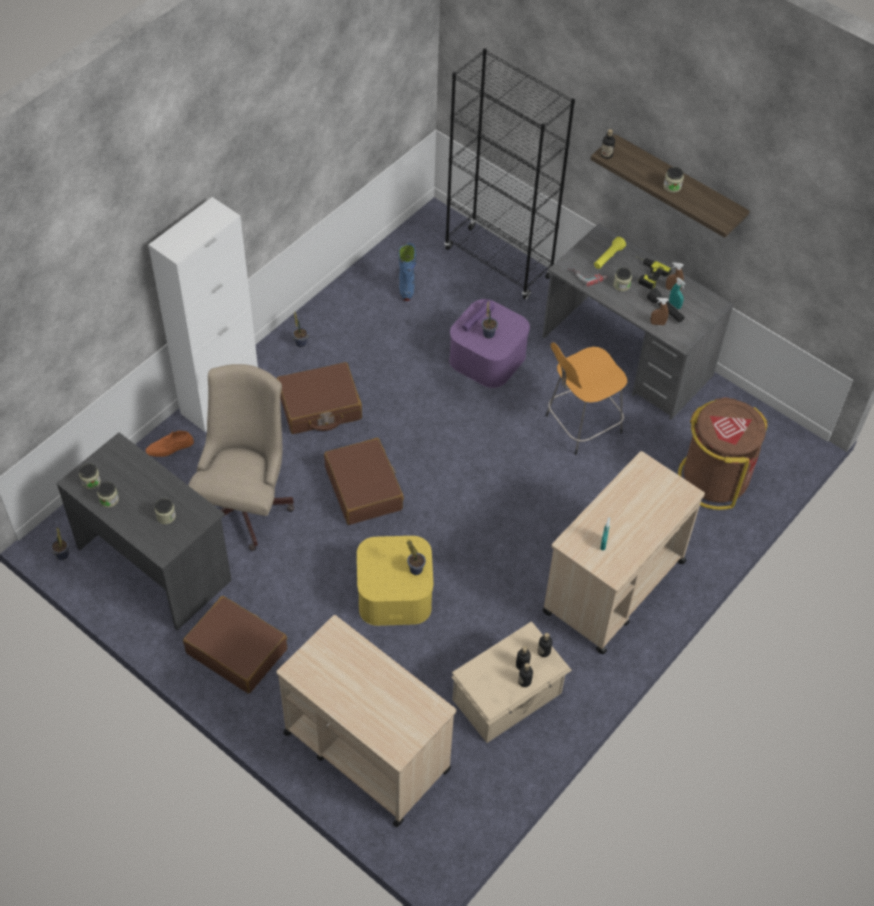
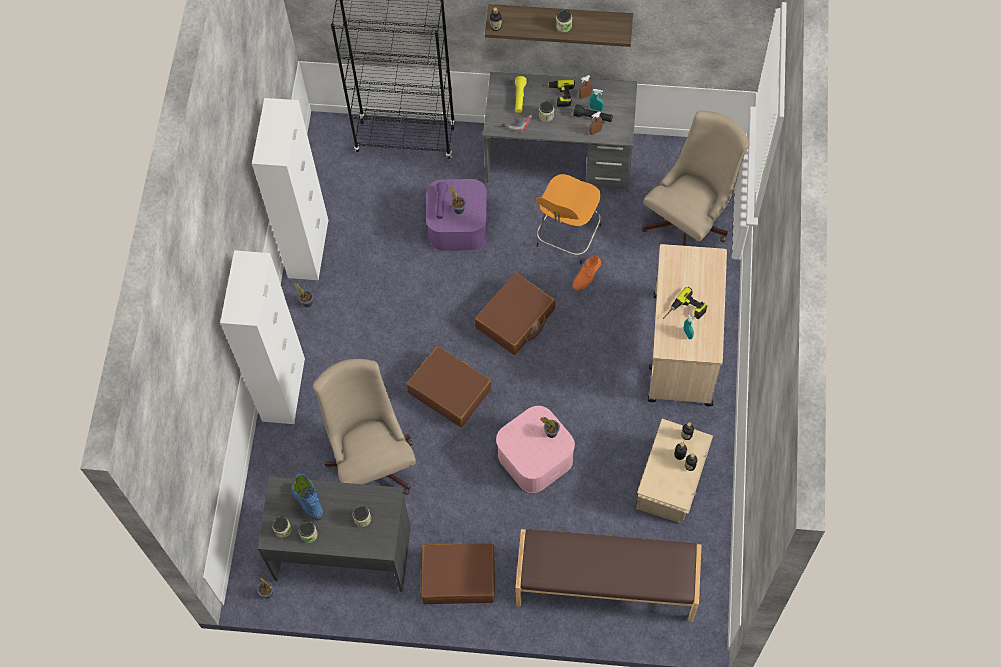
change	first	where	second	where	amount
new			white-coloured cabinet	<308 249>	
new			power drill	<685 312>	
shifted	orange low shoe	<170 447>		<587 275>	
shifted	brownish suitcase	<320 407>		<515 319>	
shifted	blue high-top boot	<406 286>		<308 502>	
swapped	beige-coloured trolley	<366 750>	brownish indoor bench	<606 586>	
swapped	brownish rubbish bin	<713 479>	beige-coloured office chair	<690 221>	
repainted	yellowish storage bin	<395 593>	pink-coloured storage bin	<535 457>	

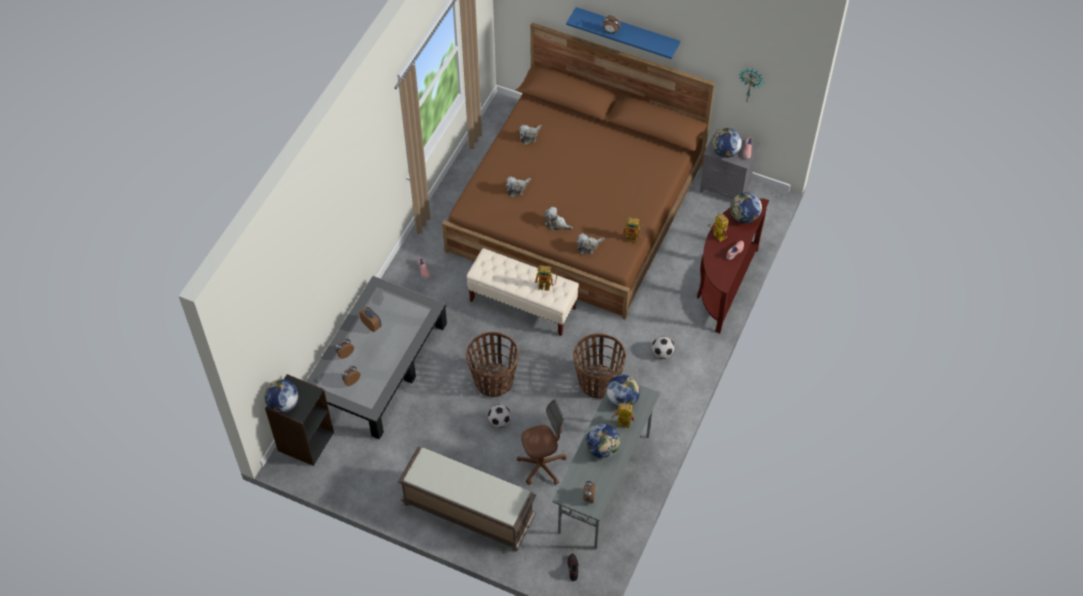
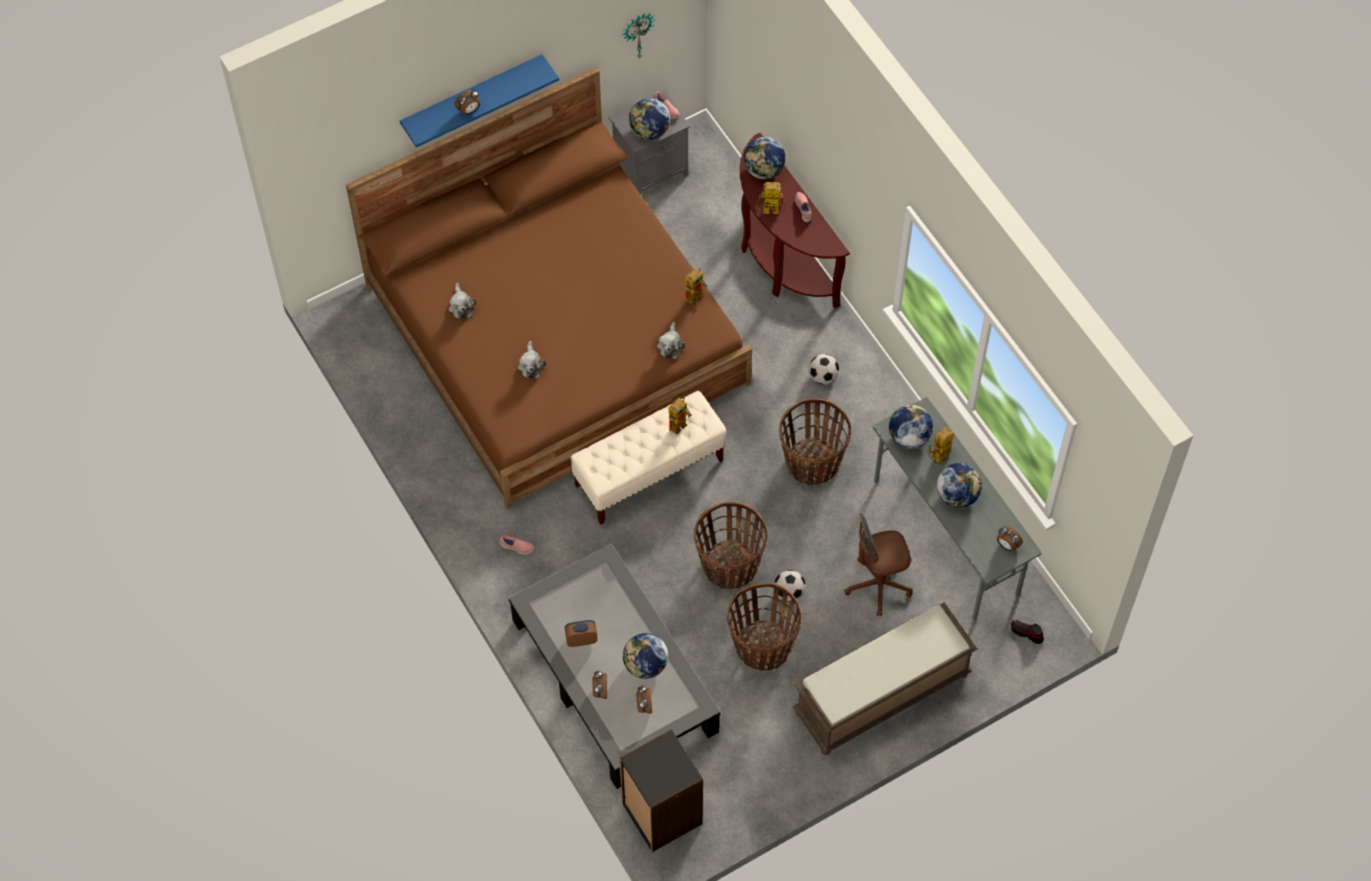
change	first	where	second	where	amount
gone	soft toy	<556 224>			
new			household basket	<762 647>	
shifted	desk globe	<283 404>		<645 665>	
rotated	brownish office chair	<541 466>		<878 585>	120 degrees counterclockwise

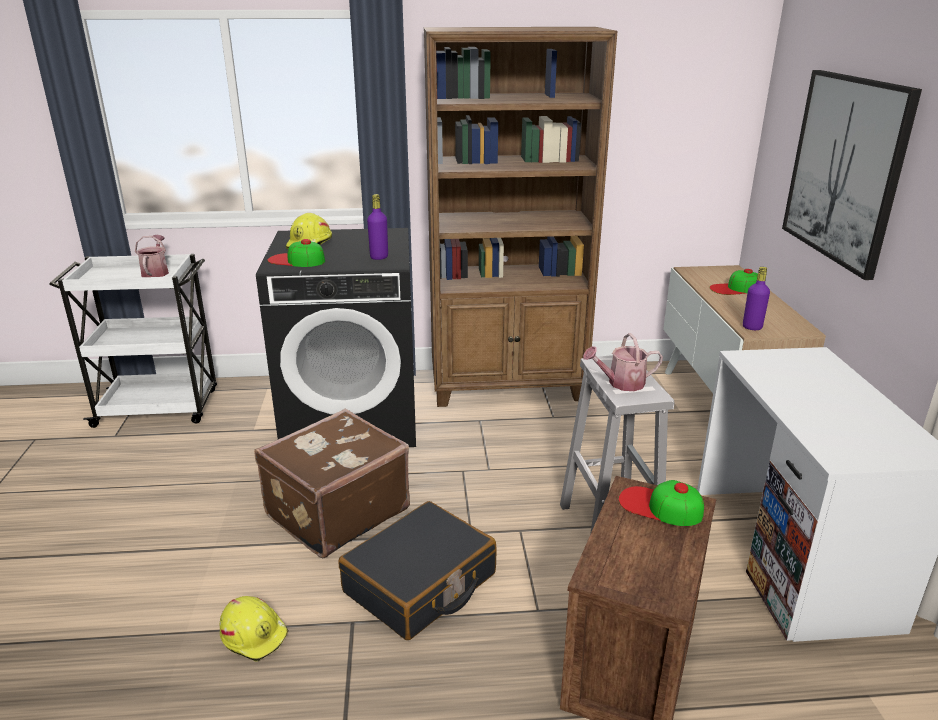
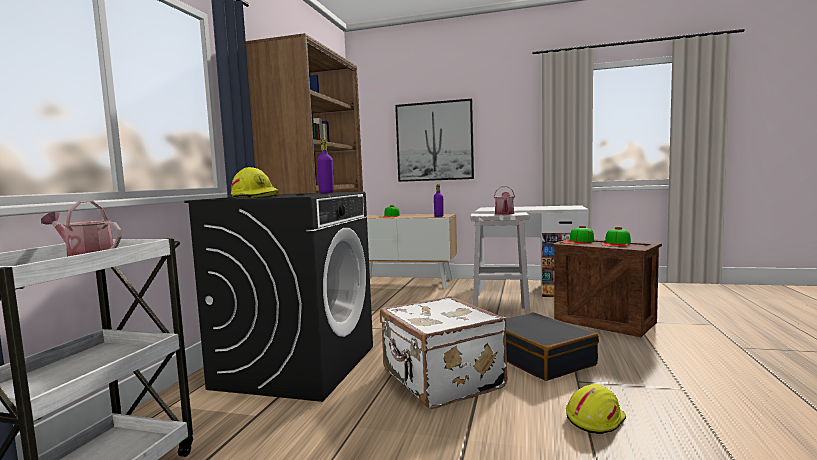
change	first	where	second	where	amount
shifted	cap	<296 260>		<616 243>	
repainted	brownish suitcase	<335 511>	white-coloured suitcase	<440 380>	

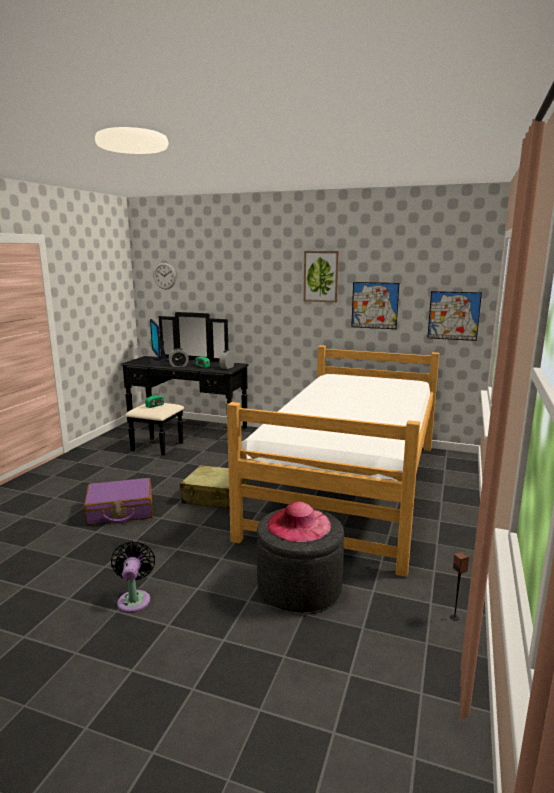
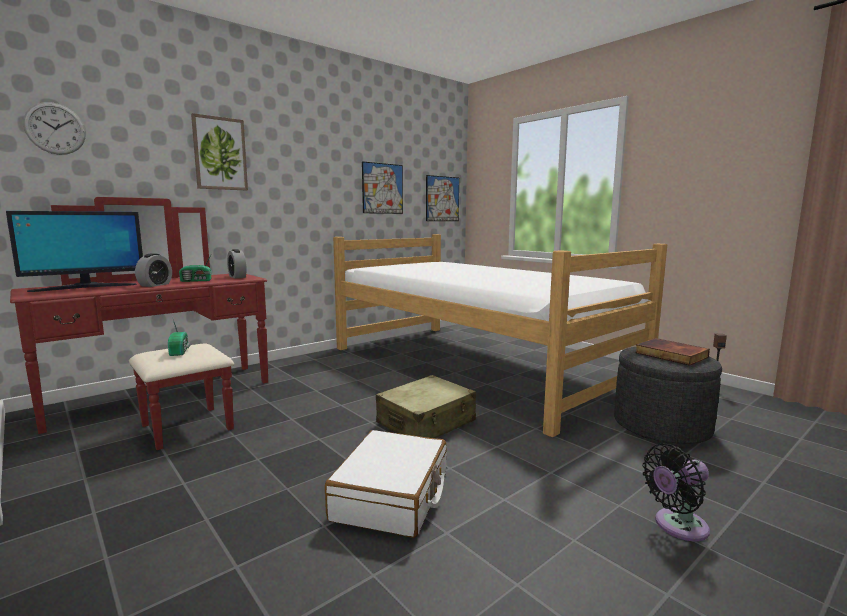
change	first	where	second	where	amount
shifted	wall art	<321 276>		<220 154>	
swapped	pink-coloured clothing hat	<298 524>	volume	<670 355>	
repainted	purple suitcase	<120 511>	white-coloured suitcase	<392 497>	
repainted	black-coloured chest of drawers	<181 431>	reddish chest of drawers	<167 401>	
rotated	black-coloured fan	<134 599>		<677 526>	45 degrees counterclockwise
rotated	computer display	<159 361>		<85 287>	45 degrees counterclockwise

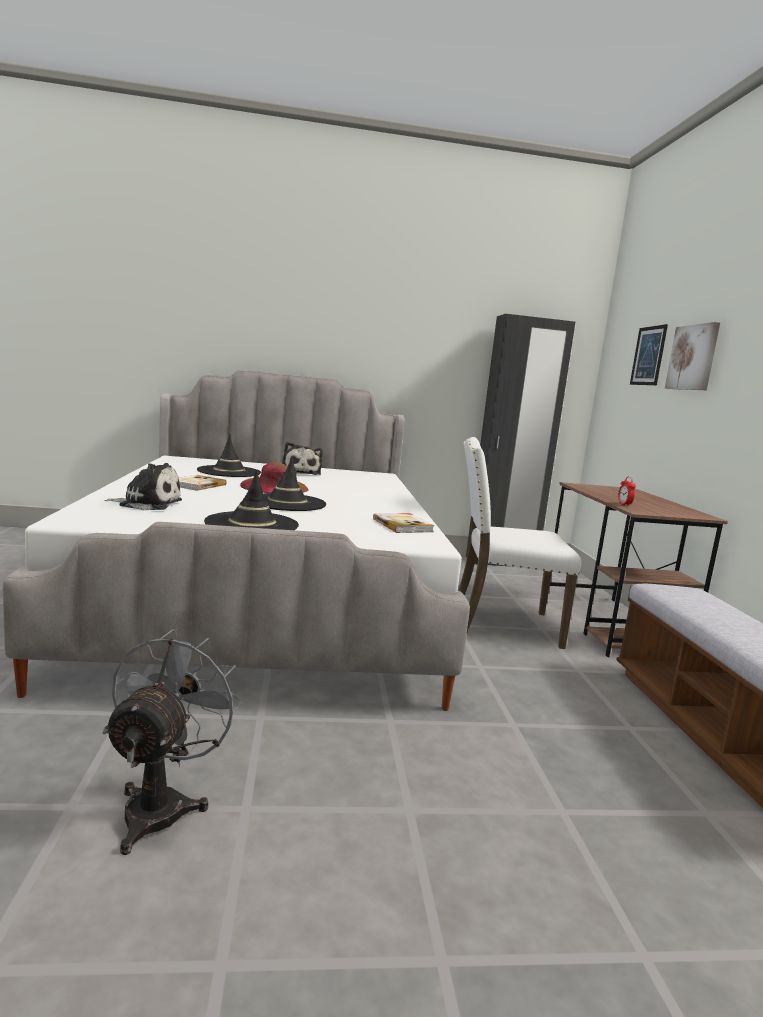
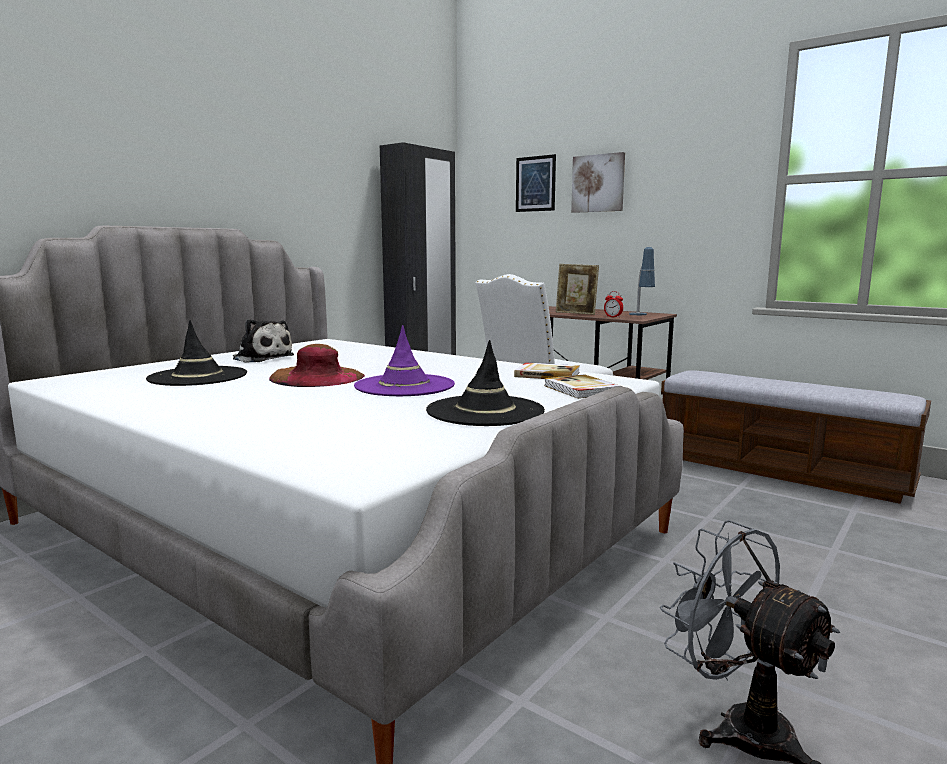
change	first	where	second	where	amount
gone	soft toy	<147 504>			
new			standing frame	<576 313>	
new			lamp for a table	<641 316>	
shifted	volume	<196 485>		<581 389>	
repainted	black-coloured clothing hat	<287 503>	purple clothing hat	<404 386>	

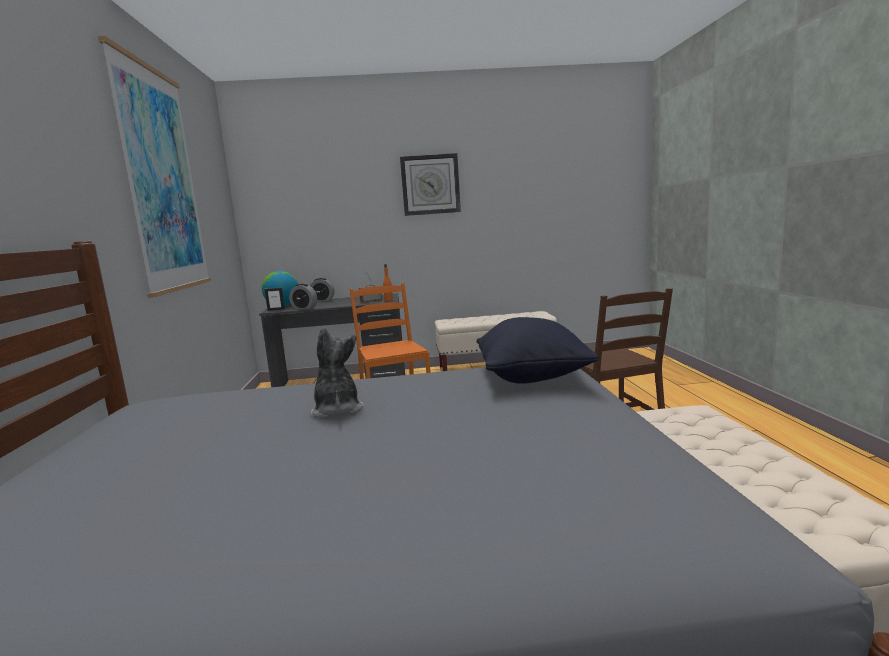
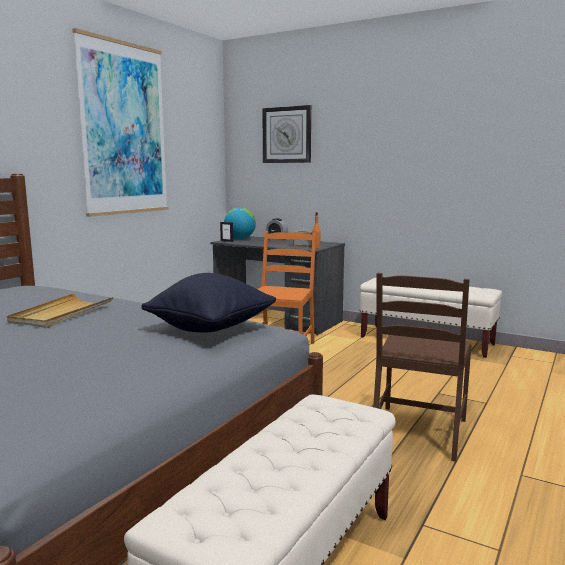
change	first	where	second	where	amount
gone	alarm clock	<304 308>			
shifted	wall clock	<430 185>		<287 135>	
swapped	soft toy	<337 409>	beige-coloured tray	<62 314>	

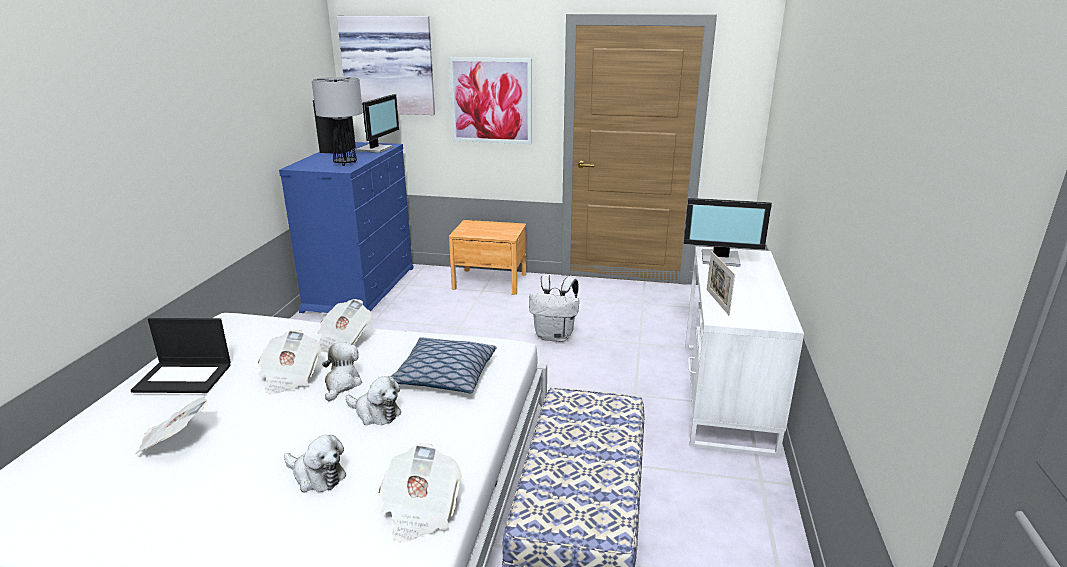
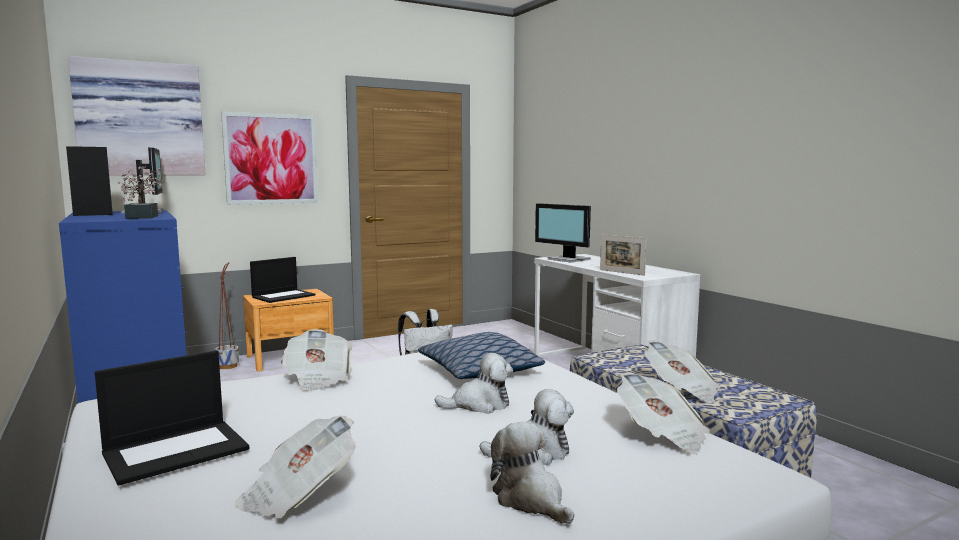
change	first	where	second	where	amount
new			plant pot	<228 366>	
new			notebook computer	<284 296>	
shifted	daily paper	<290 377>		<682 390>	
shifted	soft toy	<342 384>		<530 499>	
swapped	lamp for a table	<345 163>	houseplant	<143 217>	
rotated	computer display	<721 259>		<568 259>	75 degrees clockwise

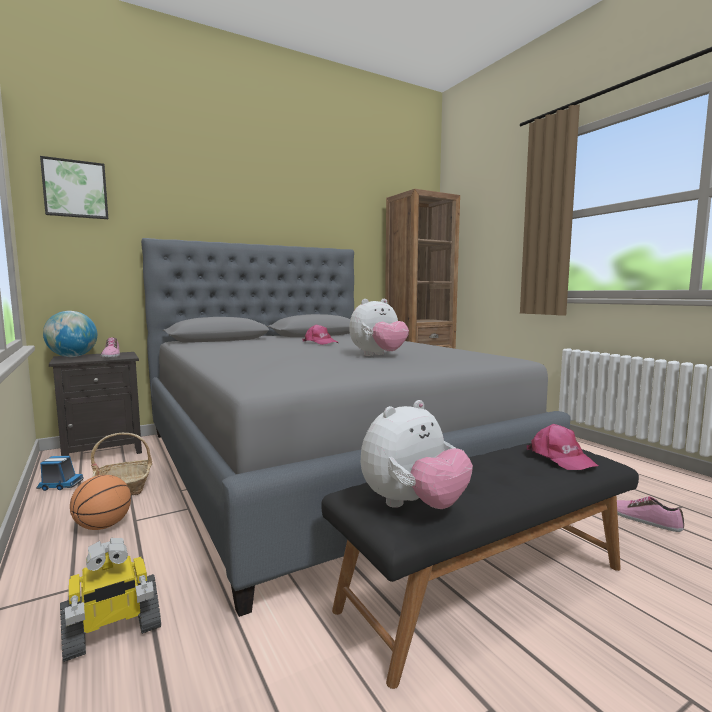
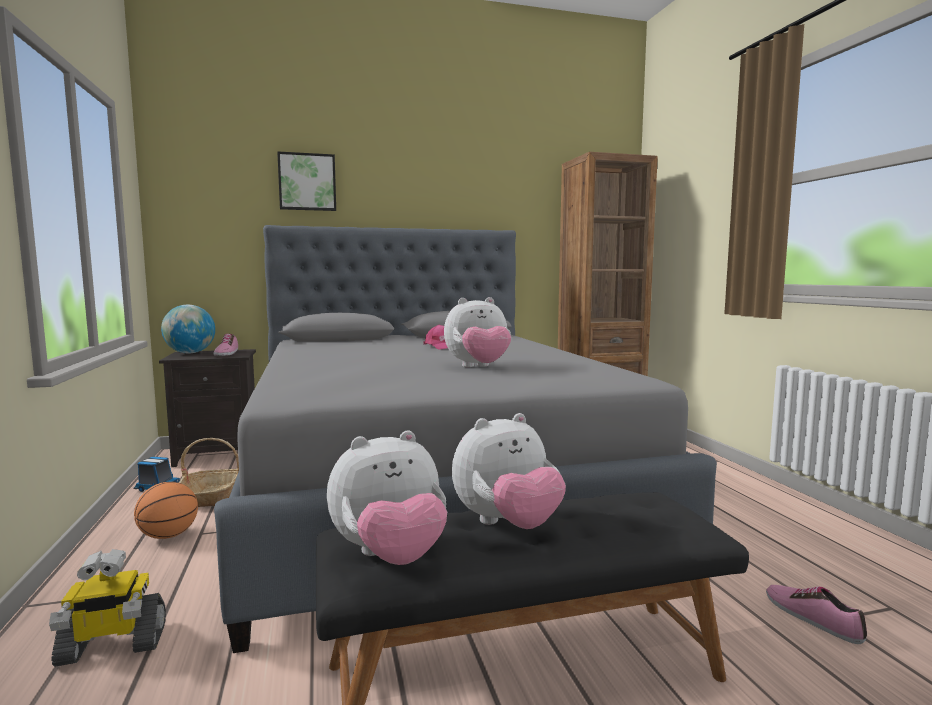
change	first	where	second	where	amount
gone	pink-coloured cap	<560 458>			
new			soft toy	<507 524>	
shifted	wall art	<75 189>		<307 182>	

